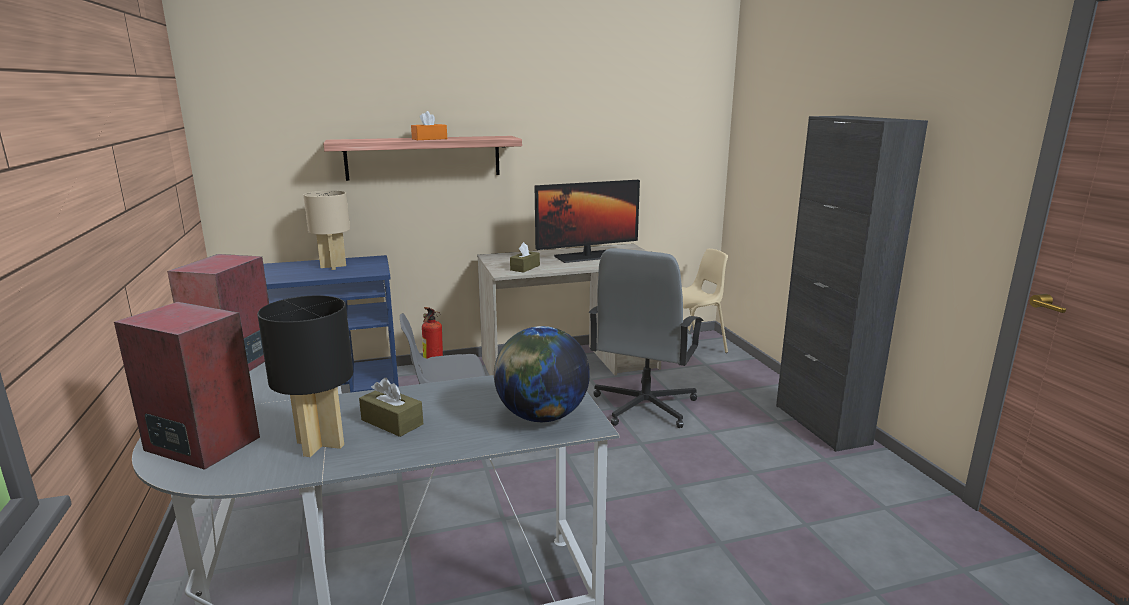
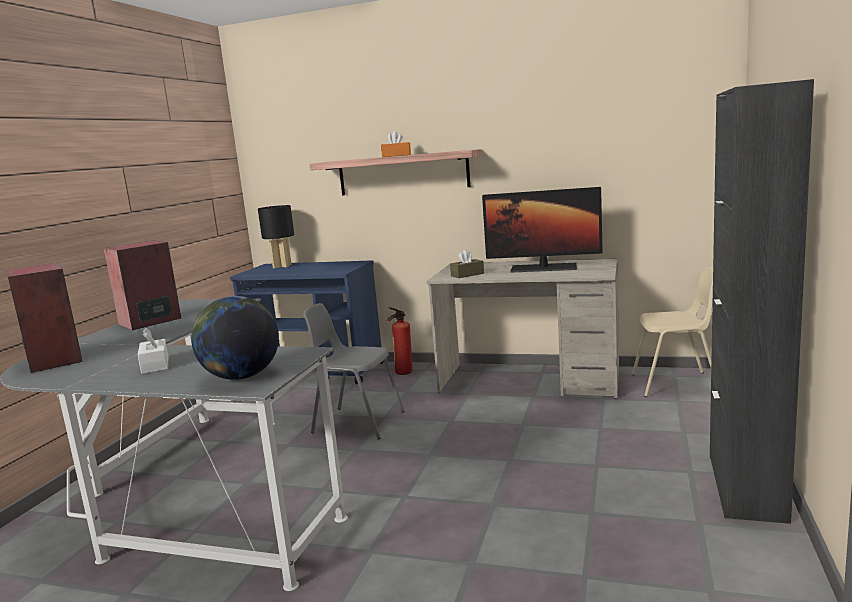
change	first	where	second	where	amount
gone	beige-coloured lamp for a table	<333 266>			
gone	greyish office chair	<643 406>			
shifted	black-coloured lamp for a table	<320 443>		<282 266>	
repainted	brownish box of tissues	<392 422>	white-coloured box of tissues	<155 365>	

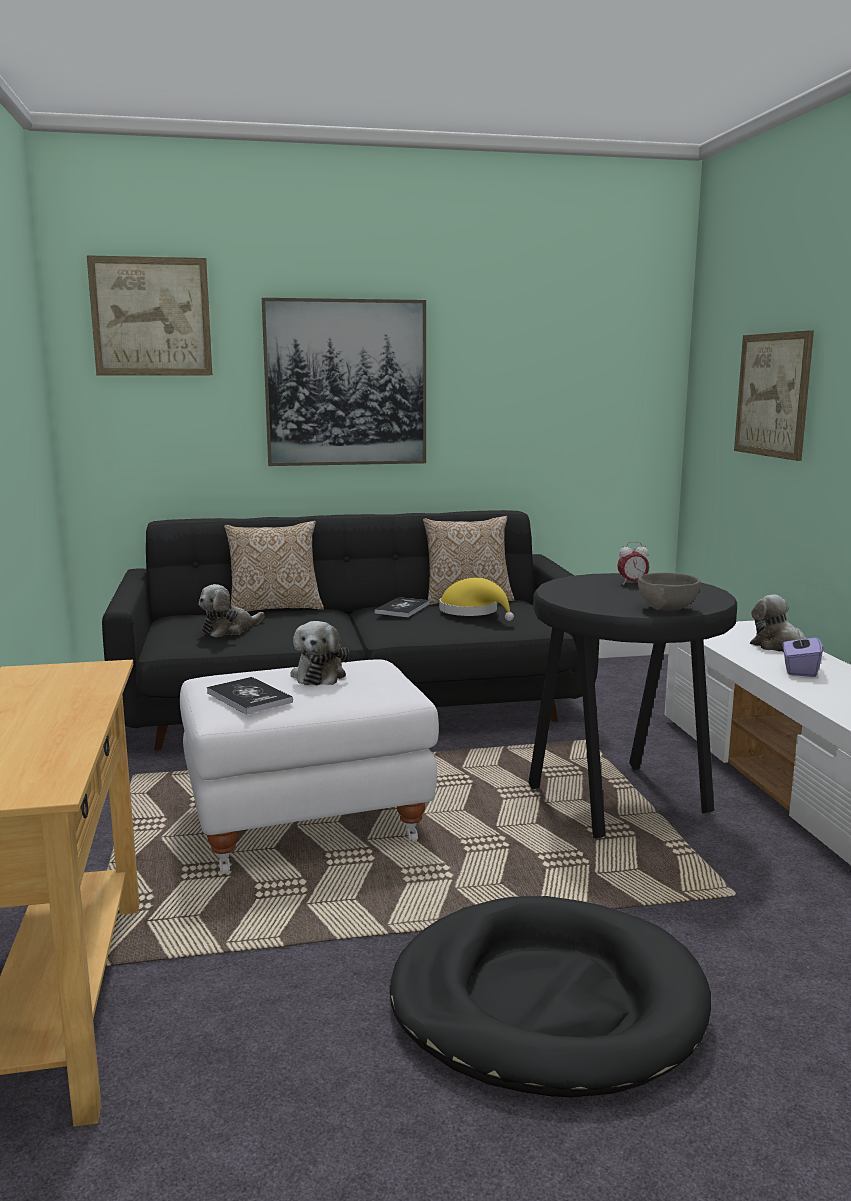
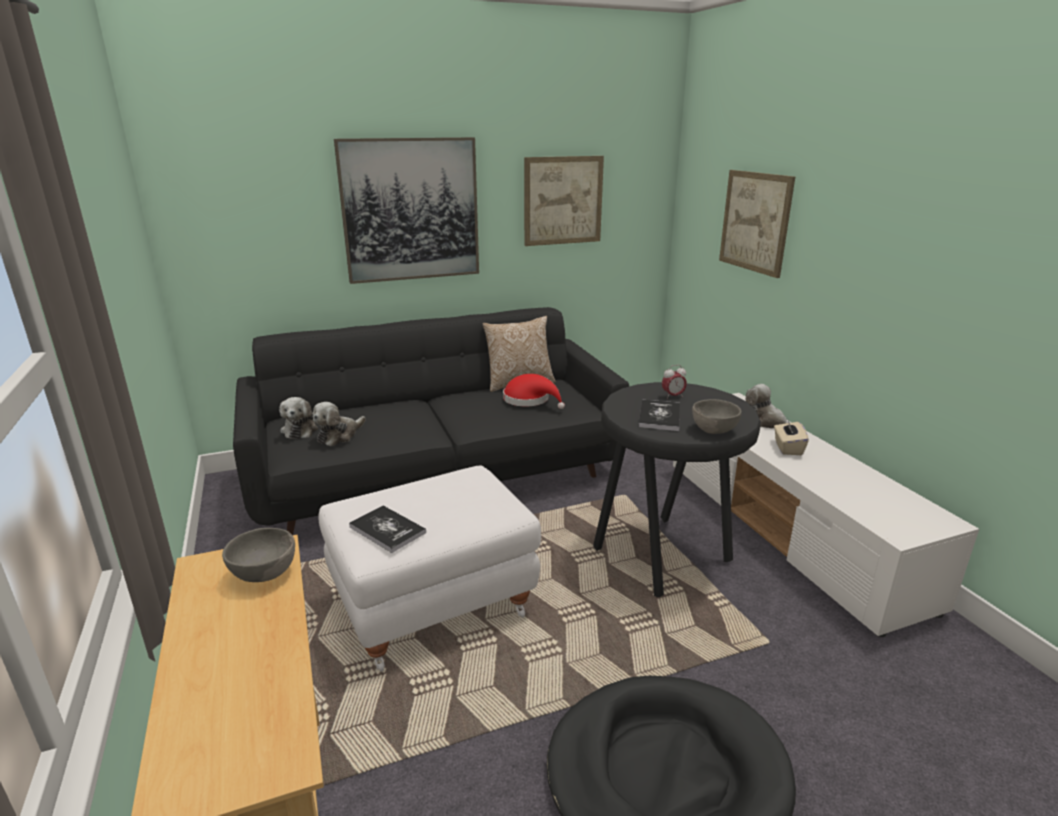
change	first	where	second	where	amount
gone	pillow	<275 609>			
new			greyish deep dish	<265 575>	
shifted	wall art	<151 317>		<563 200>	
shifted	soft toy	<319 675>		<300 429>	
shifted	volume	<402 609>		<659 416>	
repainted	yellowish clothing hat	<473 612>	reddish clothing hat	<529 400>	
repainted	purple box of tissues	<799 670>	beige-coloured box of tissues	<787 448>	

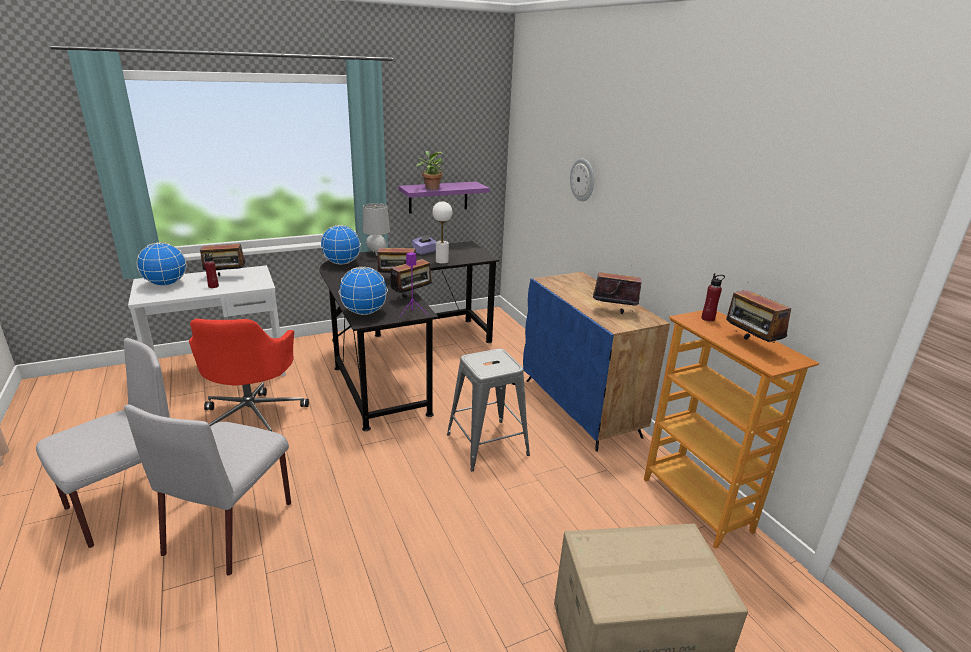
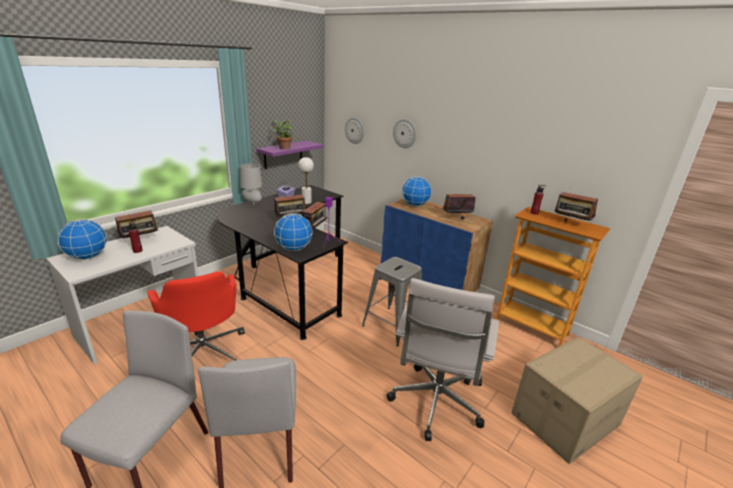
change	first	where	second	where	amount
new			wall clock	<355 130>	
new			white-coloured office chair	<434 406>	
shifted	desk globe	<341 263>		<415 205>	

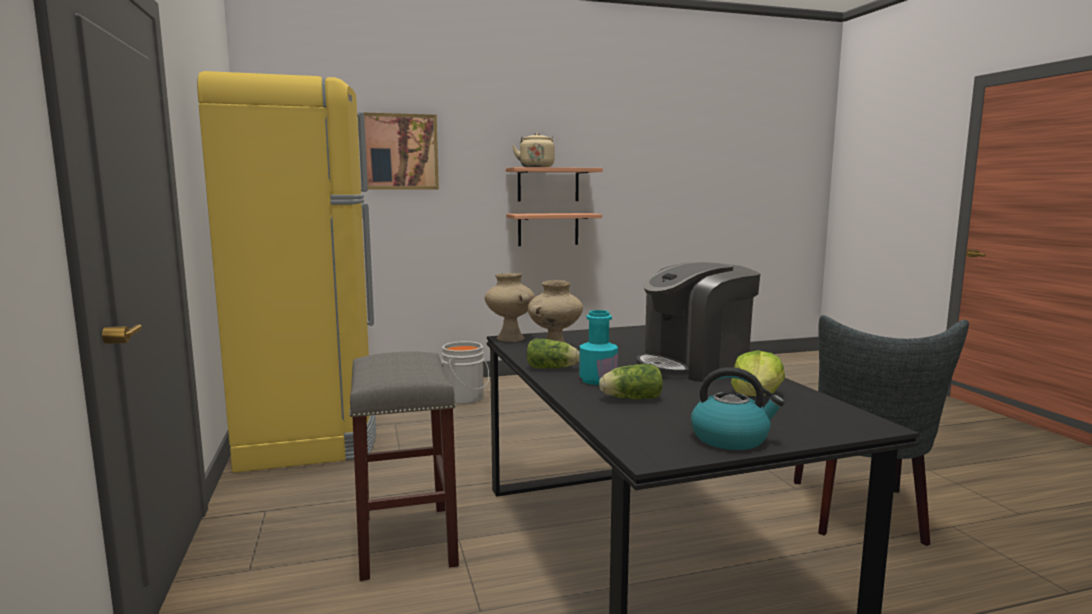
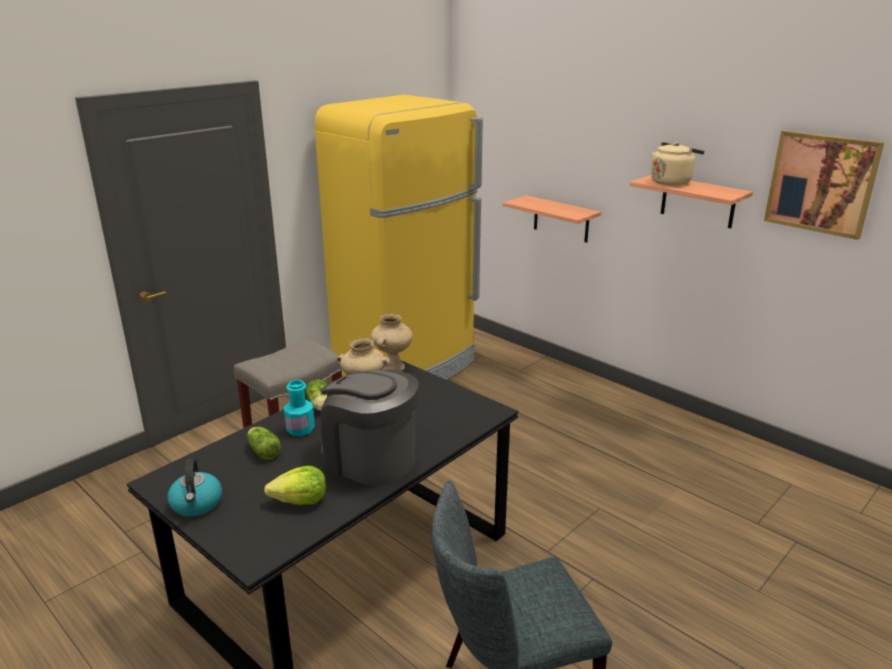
change	first	where	second	where	amount
gone	greyish water bucket	<465 398>			
shifted	wall art	<400 152>		<821 183>	
shifted	shelf	<548 229>		<561 219>	

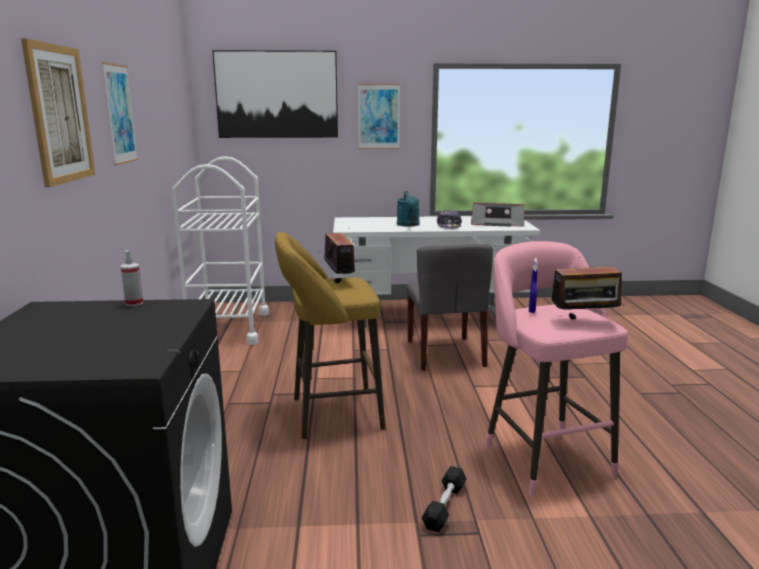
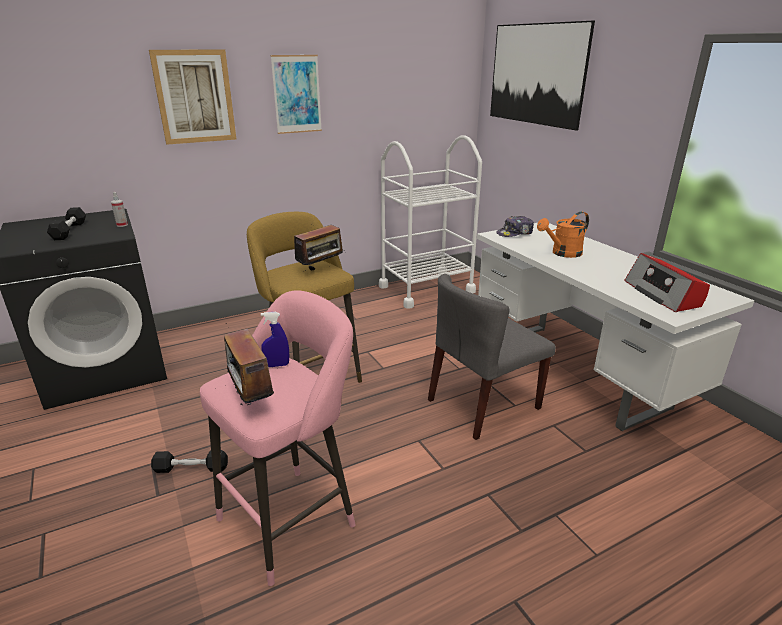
change	first	where	second	where	amount
gone	wall art	<379 117>			
new			black-coloured free weight	<69 230>	
shifted	cap	<449 226>		<515 233>	
repainted	turquoise-coloured watering can	<408 225>	orange watering can	<562 253>	

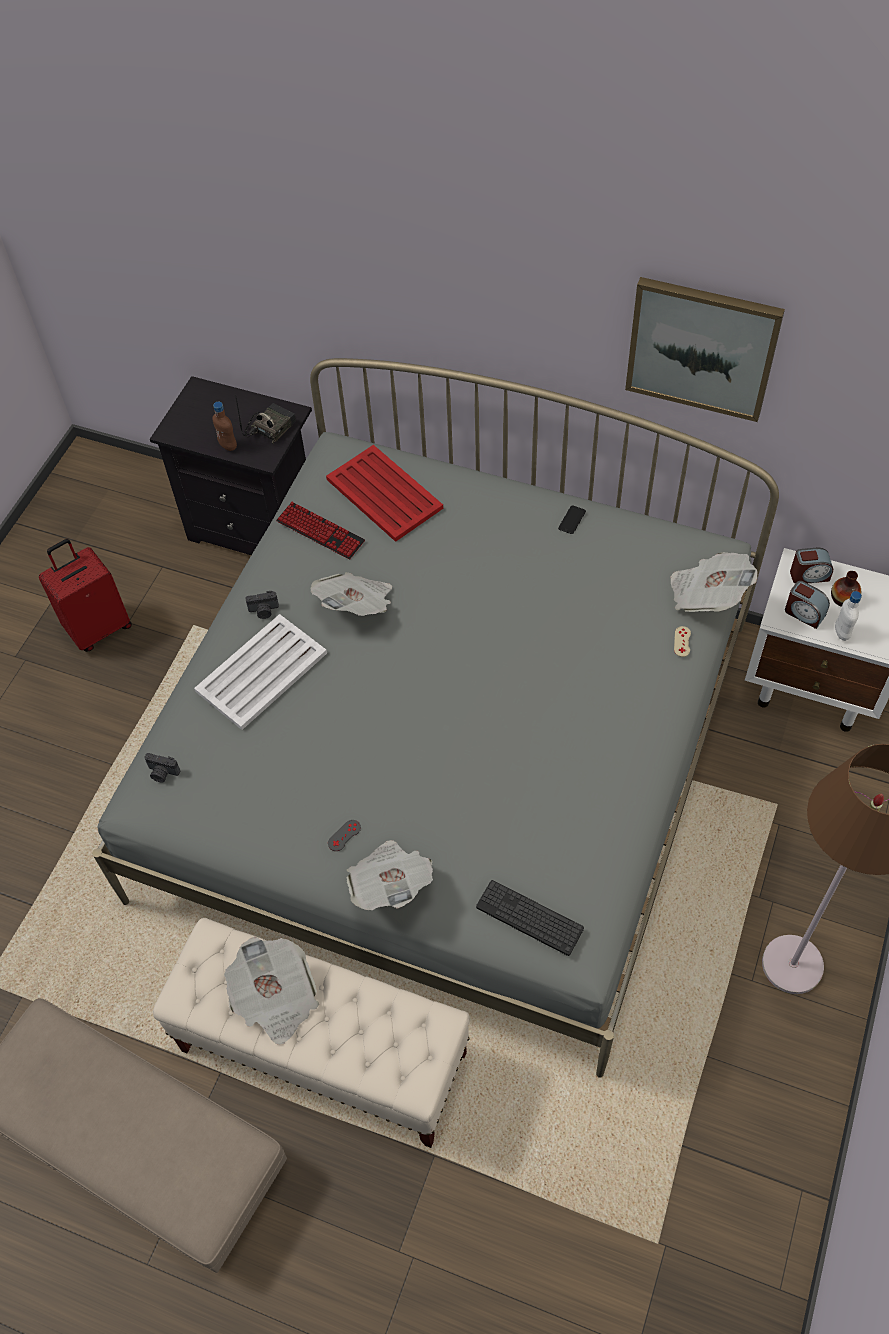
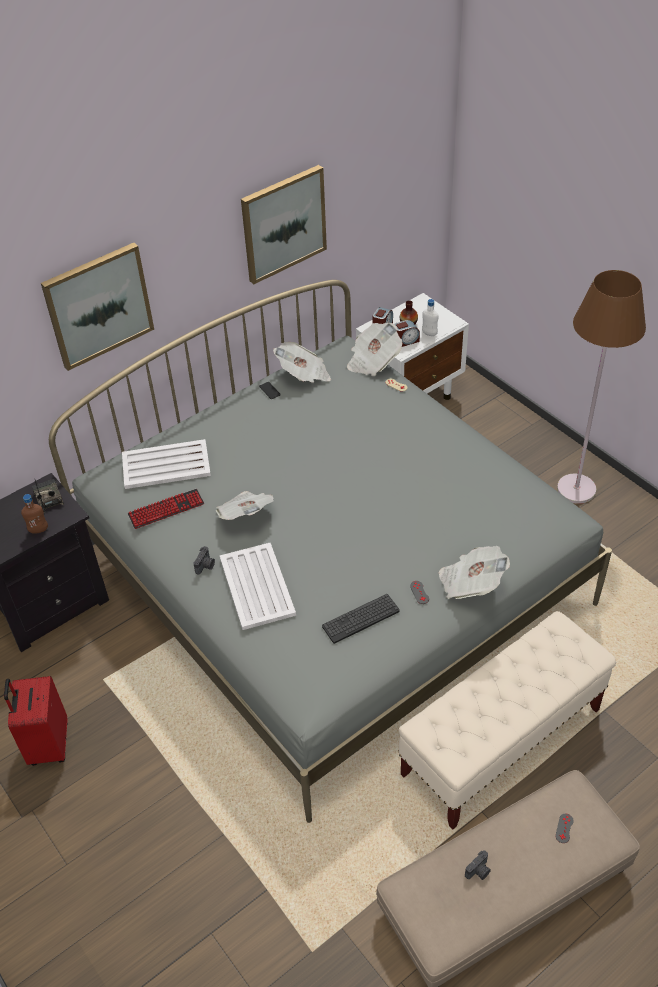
change	first	where	second	where	amount
new			wall art	<98 305>	
new			greyish joypad	<564 828>	
shifted	photo camera	<162 773>		<478 871>	
shifted	daily paper	<275 998>		<304 375>	
shifted	PC keyboard	<529 918>		<361 619>	
repainted	reddish tray	<384 493>	white-coloured tray	<165 465>	

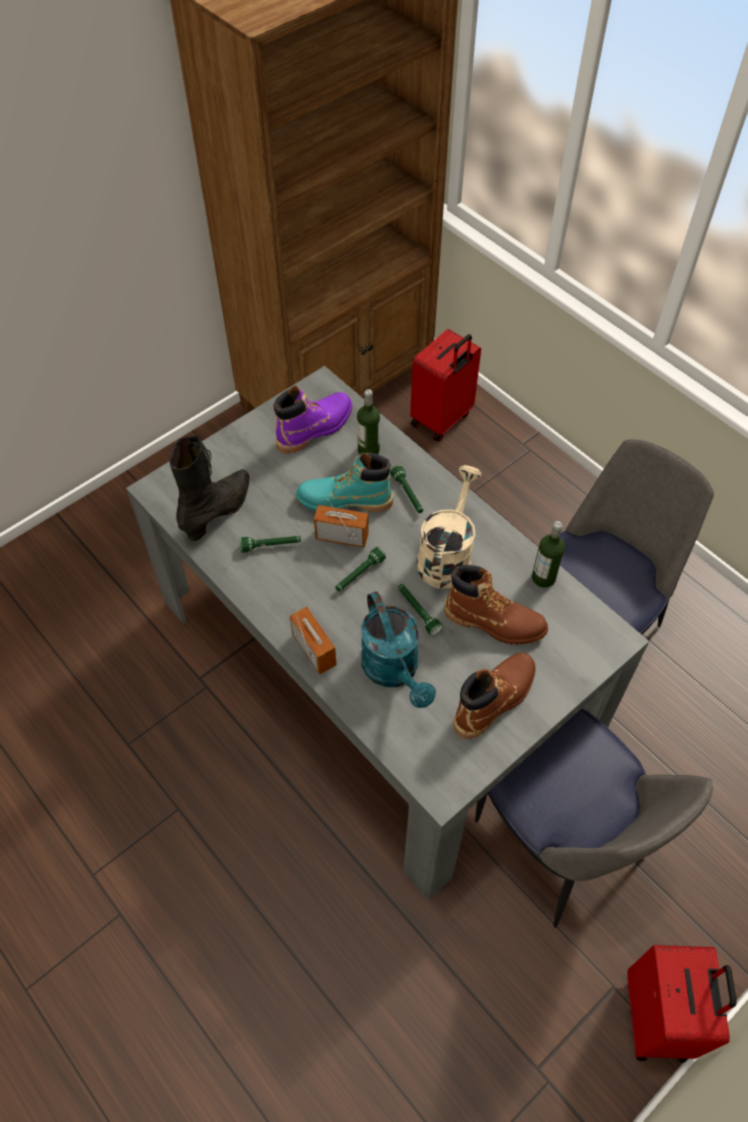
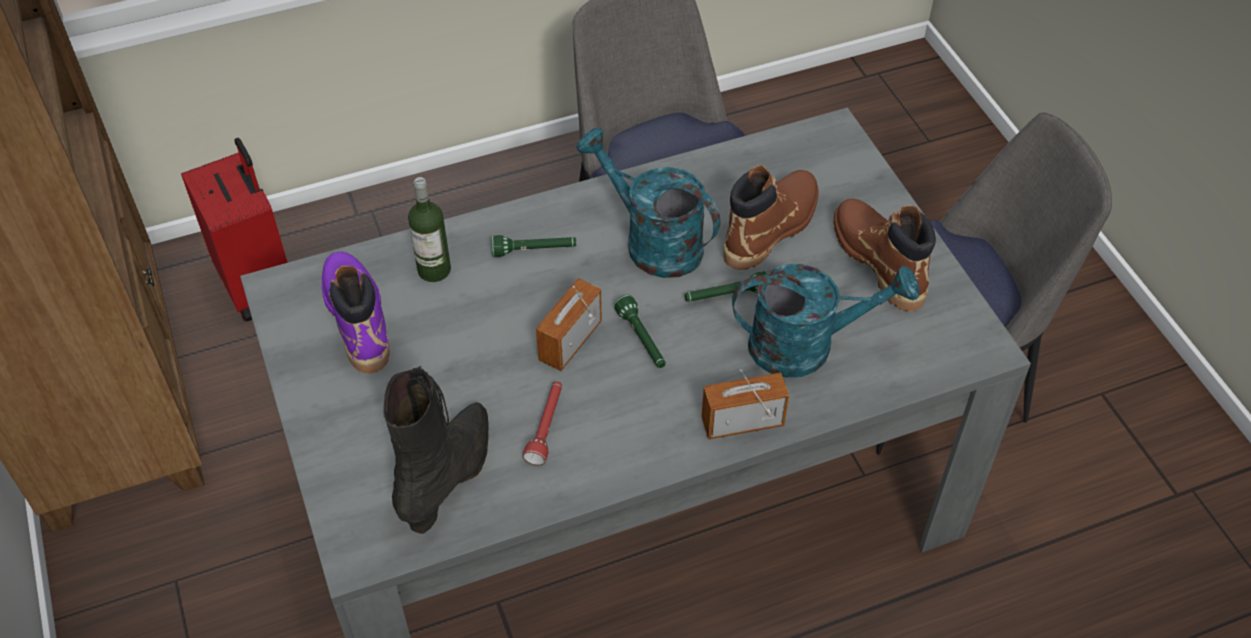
change	first	where	second	where	amount
gone	turquoise-coloured high-top boot	<344 501>			
gone	drink bottle	<543 578>			
gone	reddish suitcase	<658 1017>			
repainted	green-coloured flashlight	<271 546>	reddish flashlight	<546 427>	
repainted	beige-coloured watering can	<446 555>	turquoise-coloured watering can	<652 242>	
rotated	black-coloured high-top boot	<218 511>		<449 477>	60 degrees clockwise

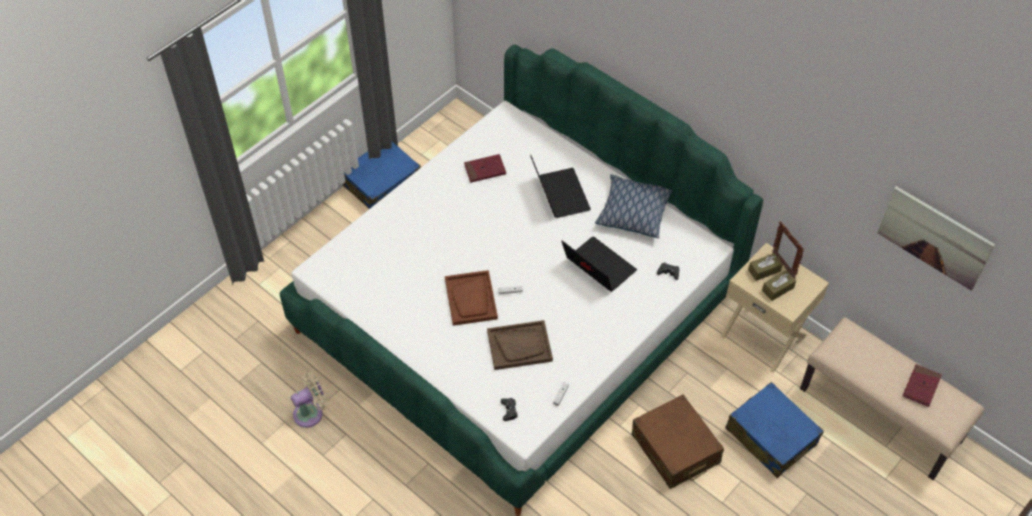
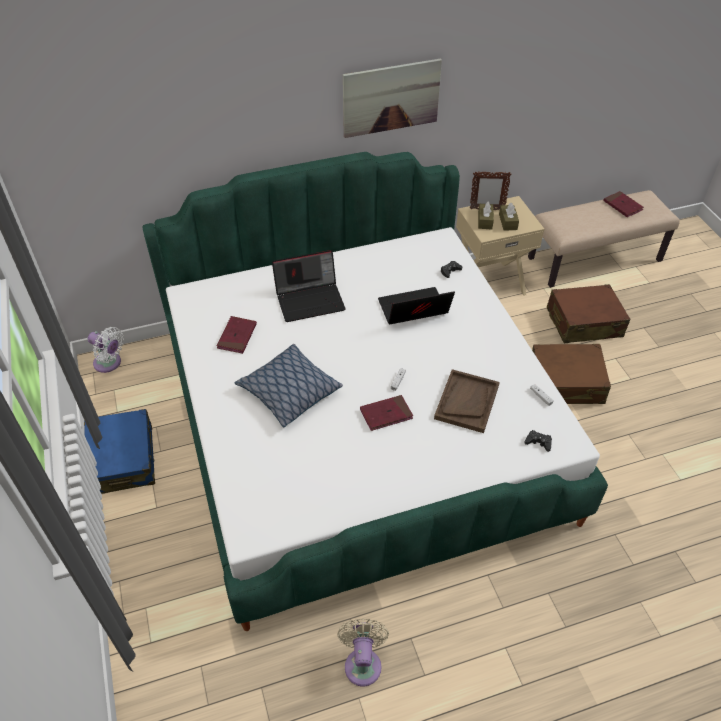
change	first	where	second	where	amount
new			white-coloured fan	<109 363>	
shifted	pillow	<633 212>		<289 392>	
shifted	wall art	<934 237>		<391 98>	
swapped	brownish tray	<471 299>	reddish volume	<386 414>	
repainted	blue suitcase	<771 436>	brownish suitcase	<583 323>	
rotated	notebook computer	<558 194>		<310 300>	150 degrees clockwise

